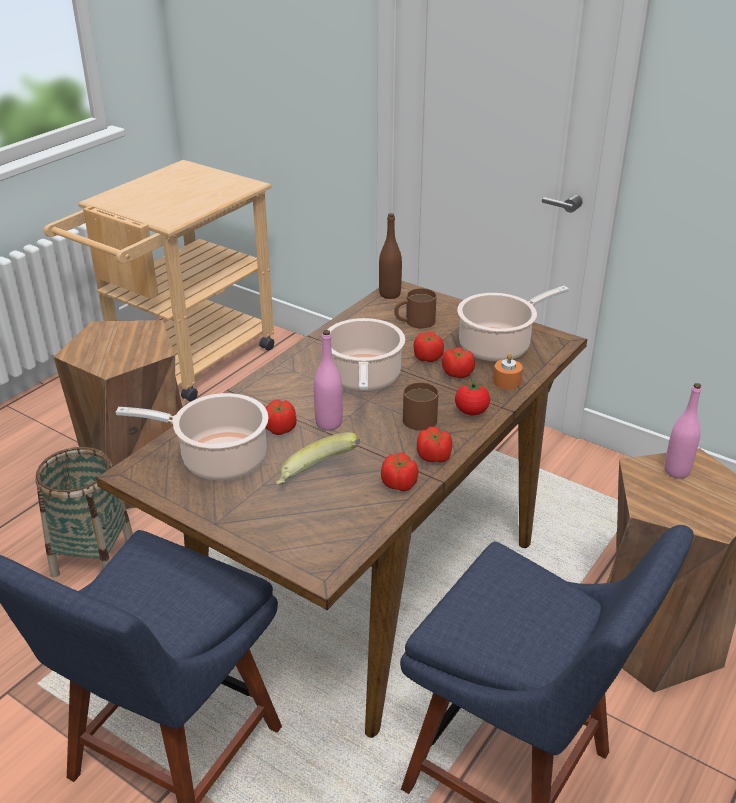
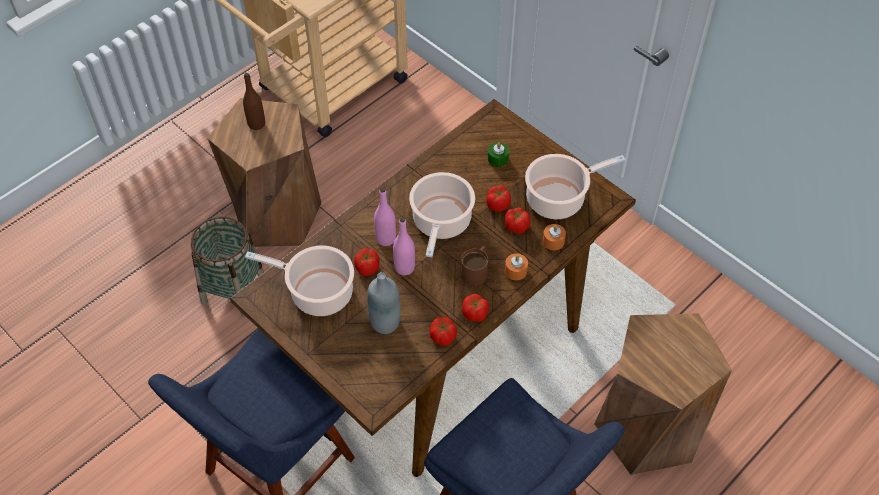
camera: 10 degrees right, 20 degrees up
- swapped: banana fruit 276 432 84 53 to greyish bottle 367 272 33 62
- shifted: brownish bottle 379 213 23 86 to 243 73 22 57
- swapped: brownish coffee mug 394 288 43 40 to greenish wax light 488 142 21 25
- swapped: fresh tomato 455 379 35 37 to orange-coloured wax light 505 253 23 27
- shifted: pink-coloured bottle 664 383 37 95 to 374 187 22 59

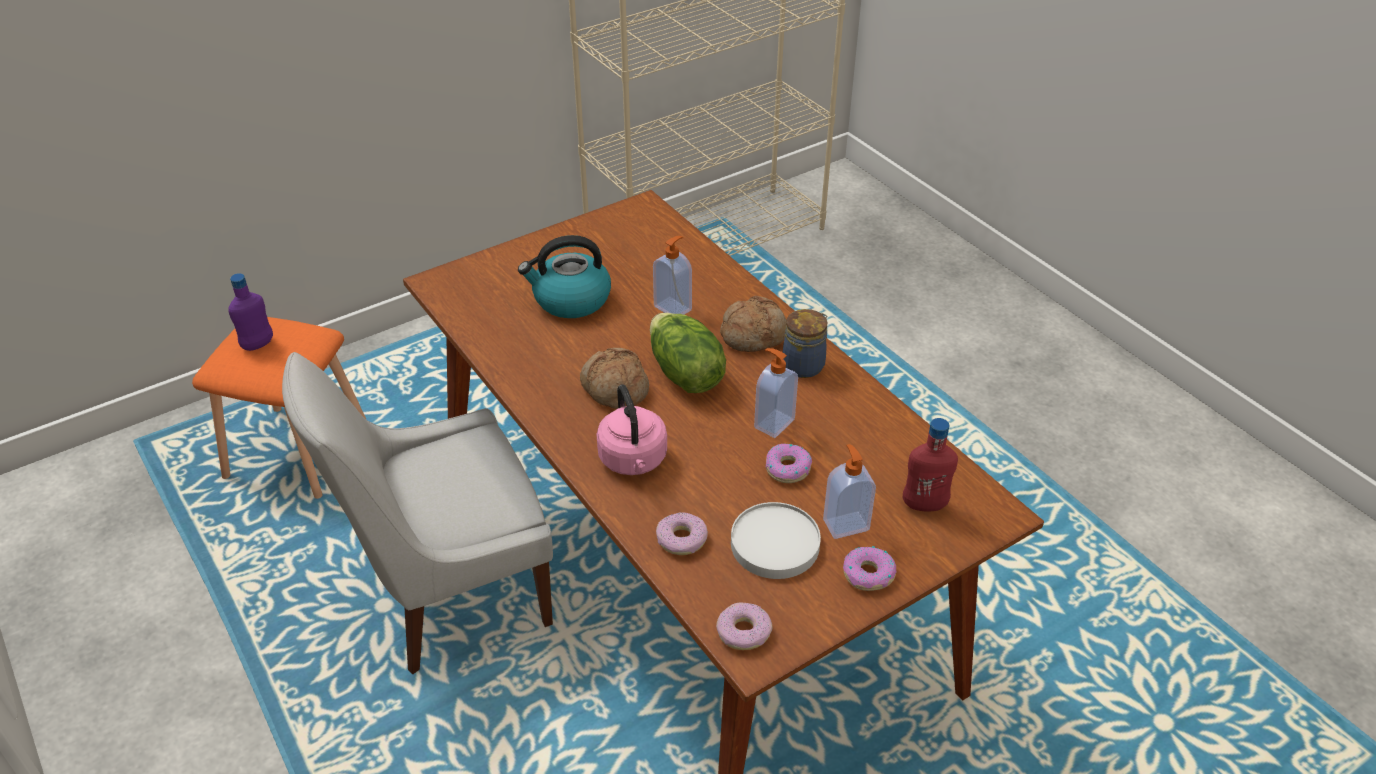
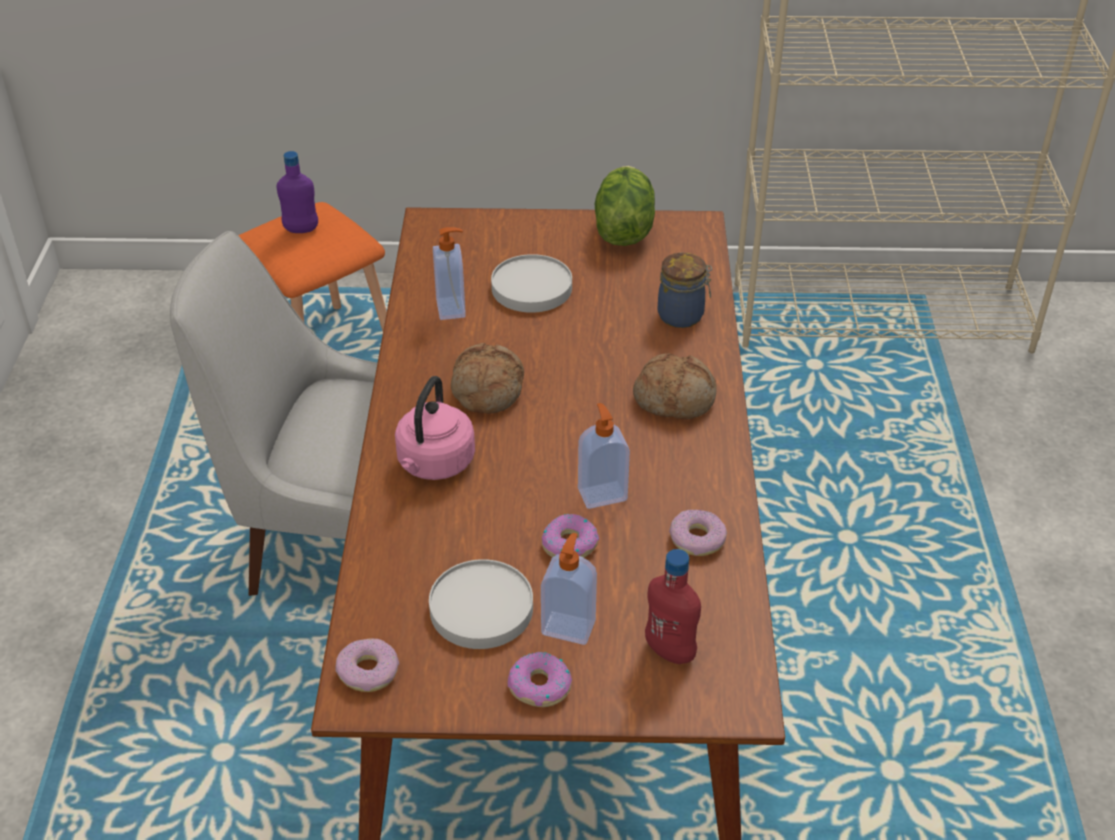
camera: 35 degrees right, 0 degrees up
- swapped: kettle 518 235 93 83 to whitish plate 491 254 81 59
- shifted: lettuce head 650 313 76 80 to 595 166 60 80
- shifted: soap dispenser 653 236 39 79 to 433 227 33 93
- shifted: donut 656 512 52 43 to 669 510 58 46
- shifted: preserve jar 783 309 44 69 to 658 253 54 75

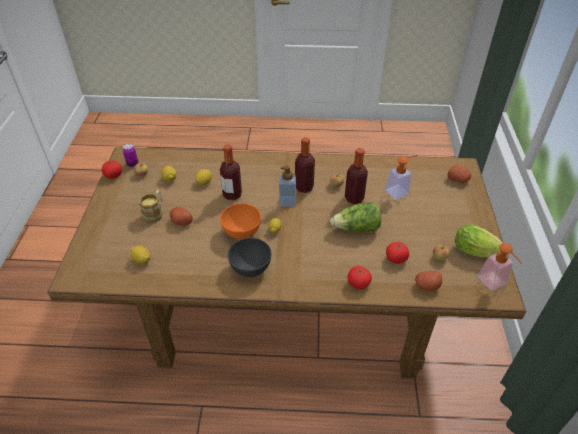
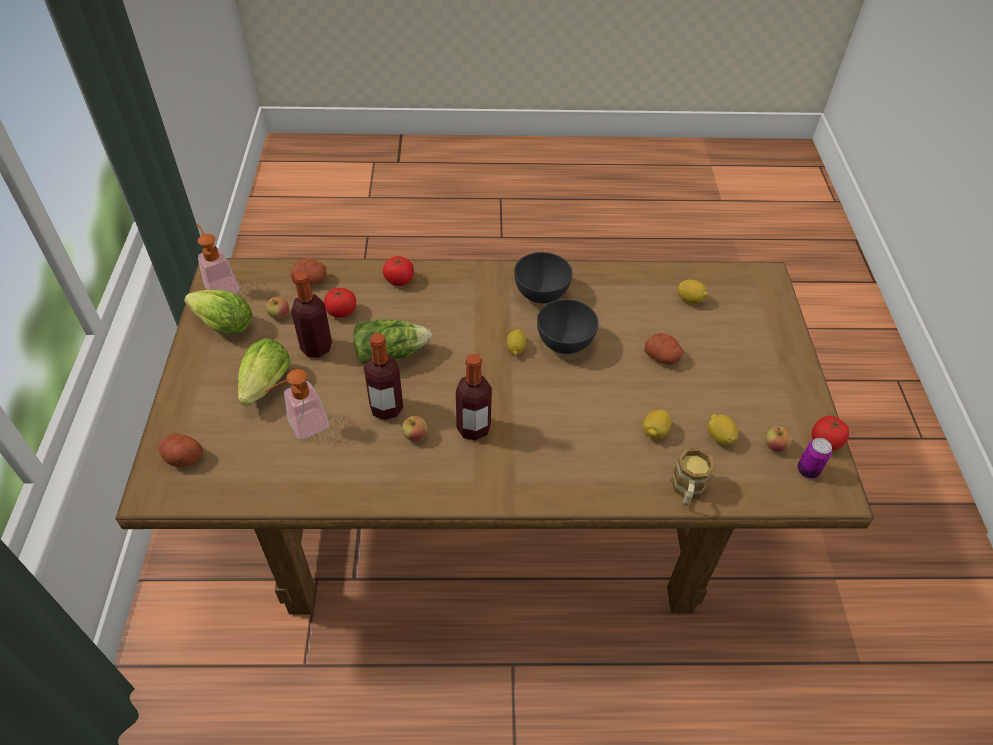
camera: 175 degrees right, 5 degrees up
- shifted: coffee mug 139 190 24 33 to 671 448 44 58
- shifted: bottle 220 144 22 56 to 291 271 41 87
- repainted: orange-coloured deep dish 220 203 41 36 to greyish deep dish 537 299 62 55
- gone: soap dispenser 279 166 17 41
- new: lettuce head 238 338 53 68

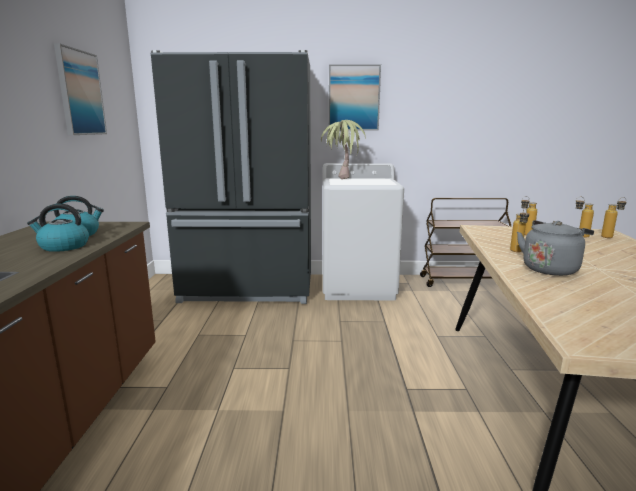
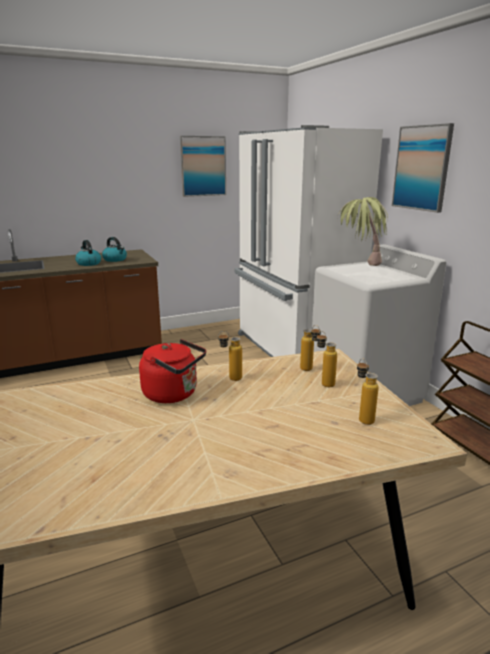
camera: 65 degrees right, 5 degrees up
- repainted: black-coloured refrigerator 150 50 161 254 to whitish refrigerator 235 125 148 232
- repainted: greyish kettle 517 220 77 56 to red kettle 139 339 67 64
- shifted: bottle 601 197 25 41 to 300 325 21 46

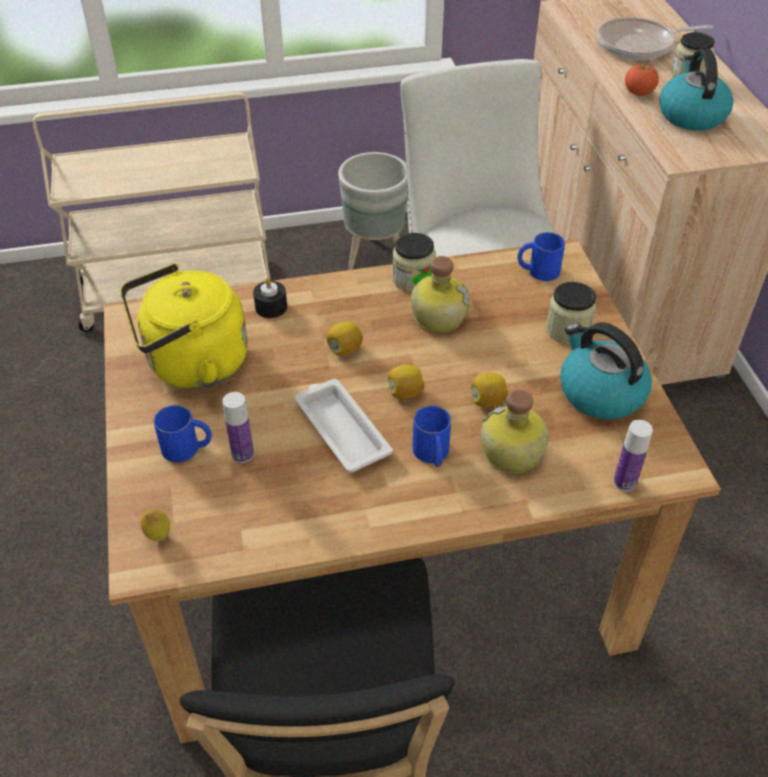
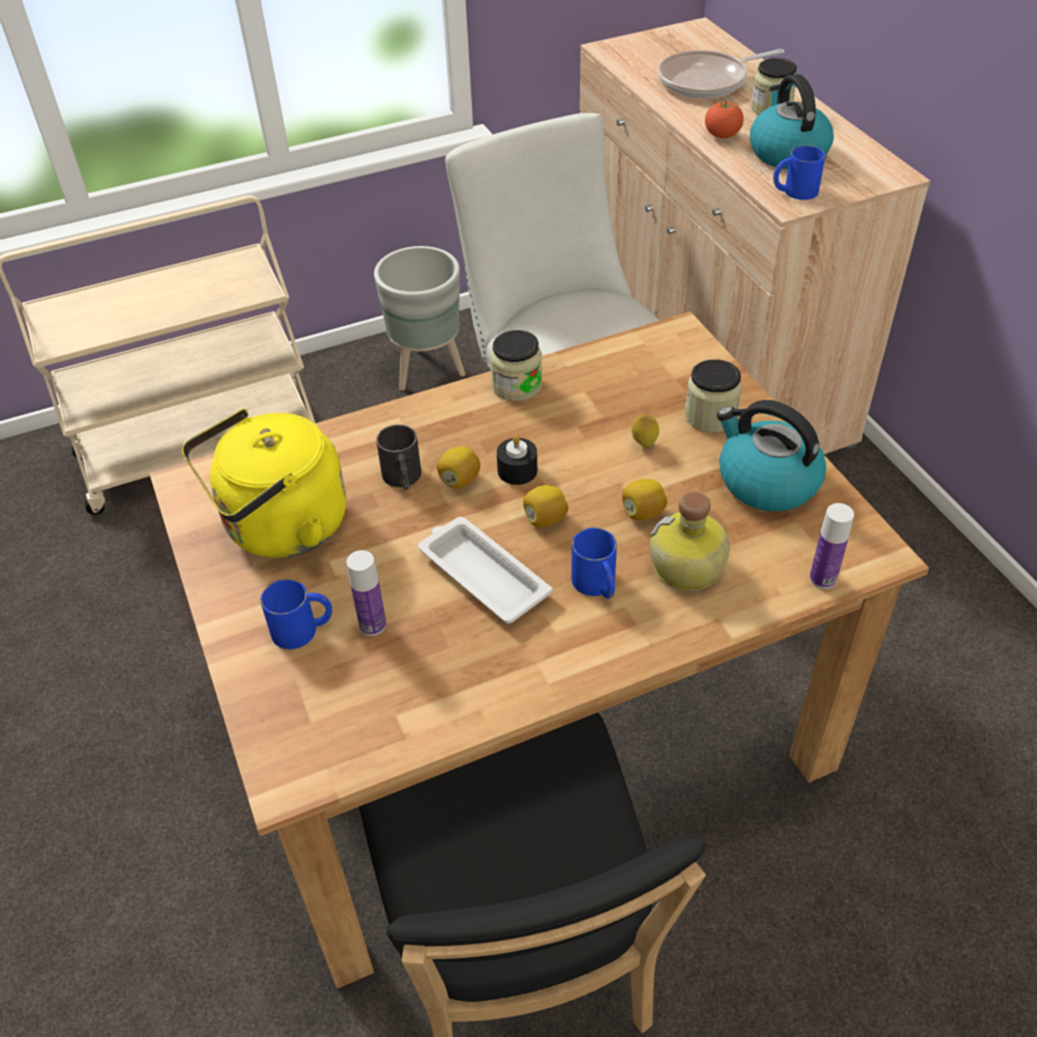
camera: 10 degrees left, 0 degrees up
- shifted: citrus fruit 140 509 30 33 to 631 414 28 33
- shifted: black-coloured wax light 253 277 34 41 to 497 435 40 50
- gone: bottle 411 256 58 77
- shifted: blue-coloured coffee mug 518 232 47 49 to 773 145 53 55
- new: black-coloured coffee mug 376 424 45 66

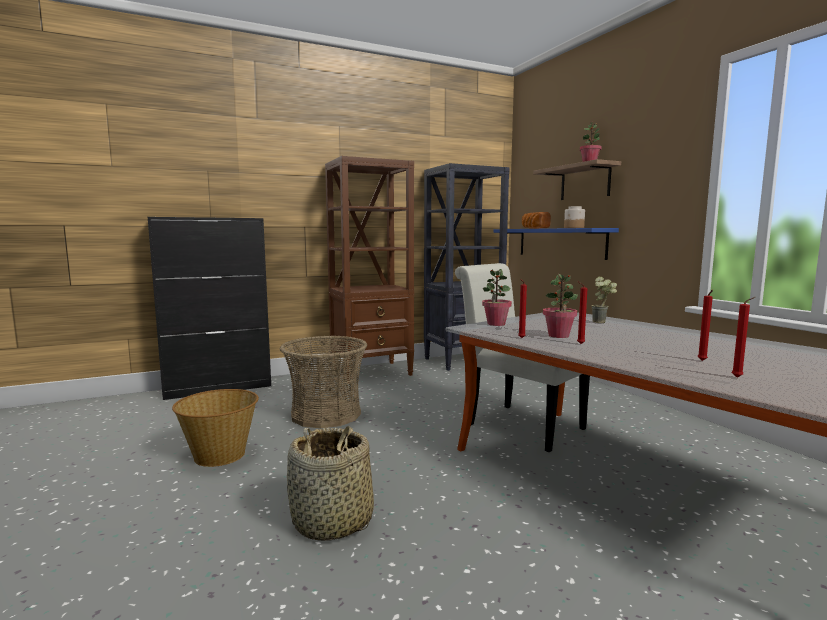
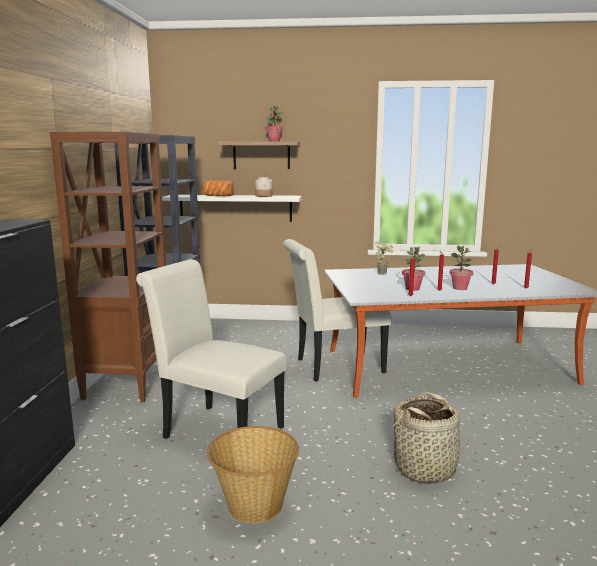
camera: 60 degrees left, 5 degrees up
- swapped: storage basket 280 335 87 93 to whitish upright chair 136 259 151 180
- shifted: houseplant 482 269 30 57 to 450 245 23 45
- repainted: blue-coloured bracket shelf 493 228 126 32 to whitish bracket shelf 162 195 140 27

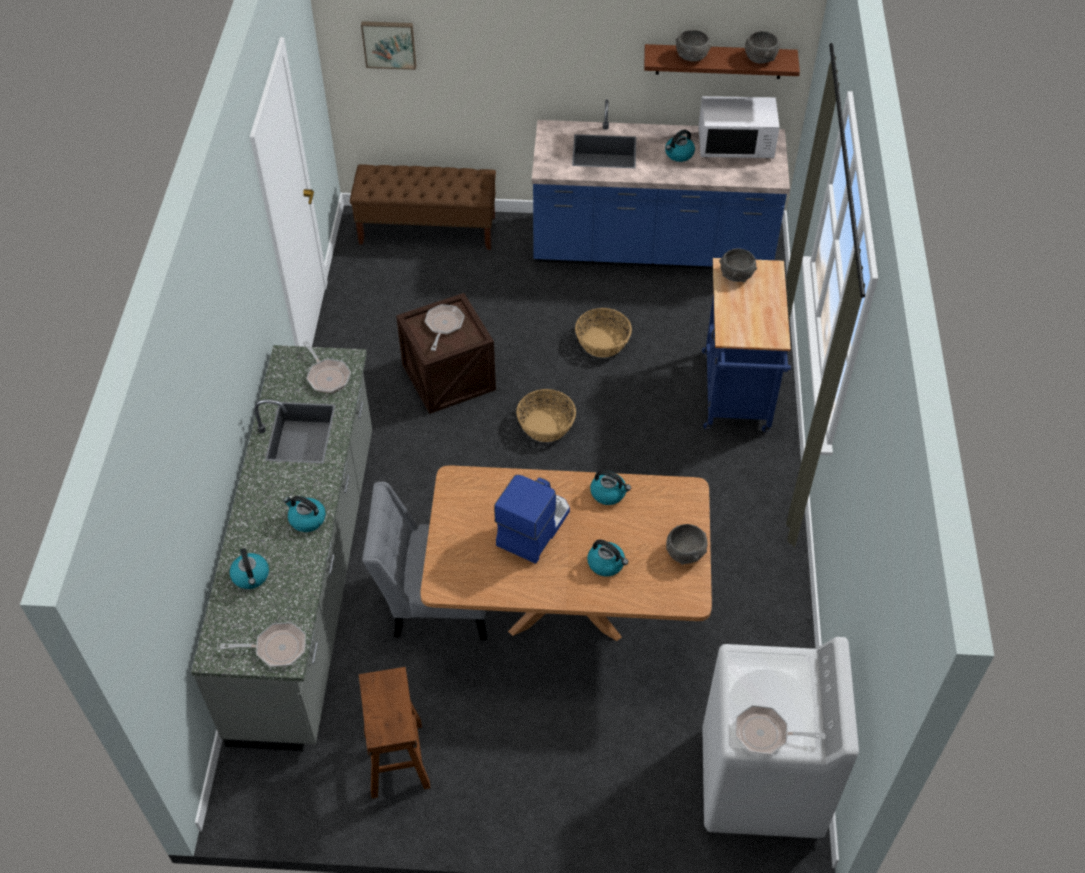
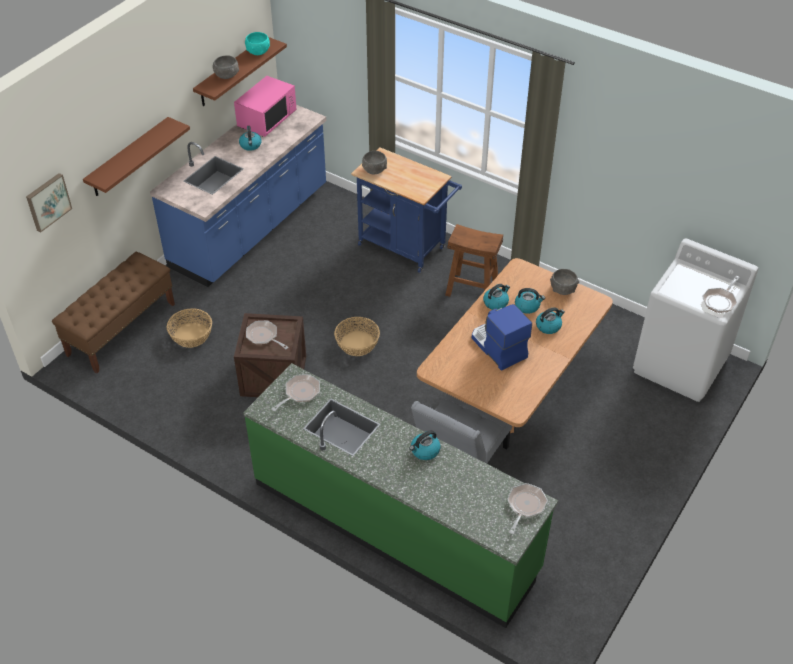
camera: 60 degrees left, 5 degrees down
- repainted: greyish kitchen counter 191 345 181 406 to greenish kitchen counter 243 363 315 265
- shifted: kettle 230 548 39 41 to 515 288 30 26
- rotated: pan 303 341 48 52 = 271 374 49 37 45 degrees counterclockwise
- shifted: brownish stool seat 359 667 72 132 to 445 224 58 73
- shifted: storage basket 575 308 57 50 to 166 308 46 40
- repainted: whitish kitchen microwave 698 96 82 63 to pink-coloured kitchen microwave 234 76 63 61
- repainted: greyish deep dish 744 31 37 33 to blue-green deep dish 245 32 25 23
- new: brownish bracket shelf 83 117 107 79

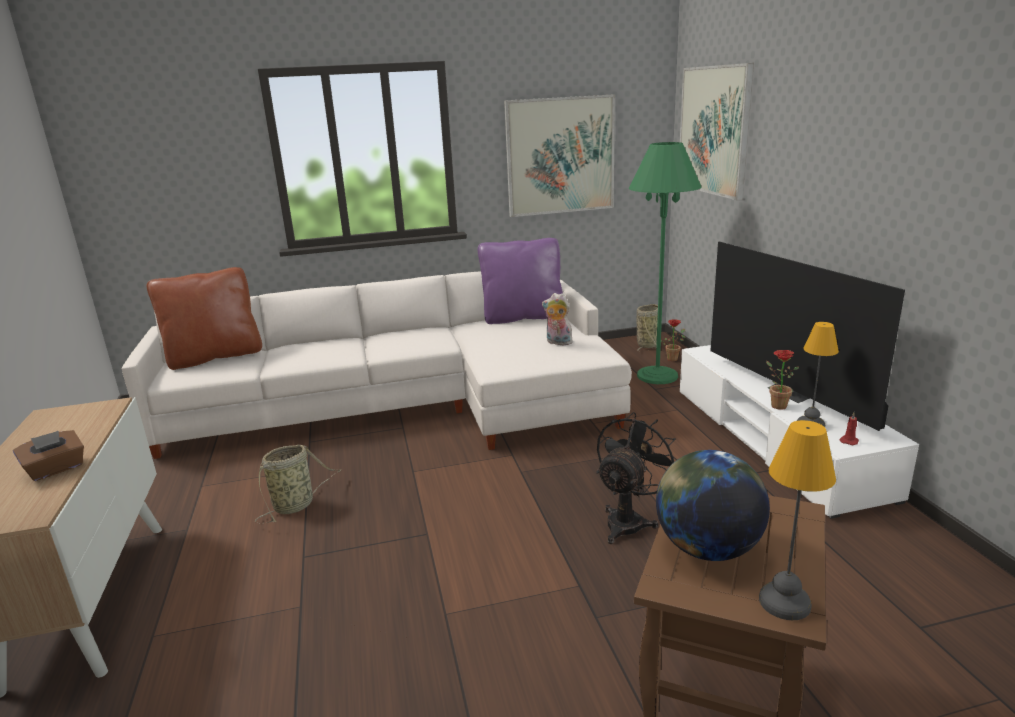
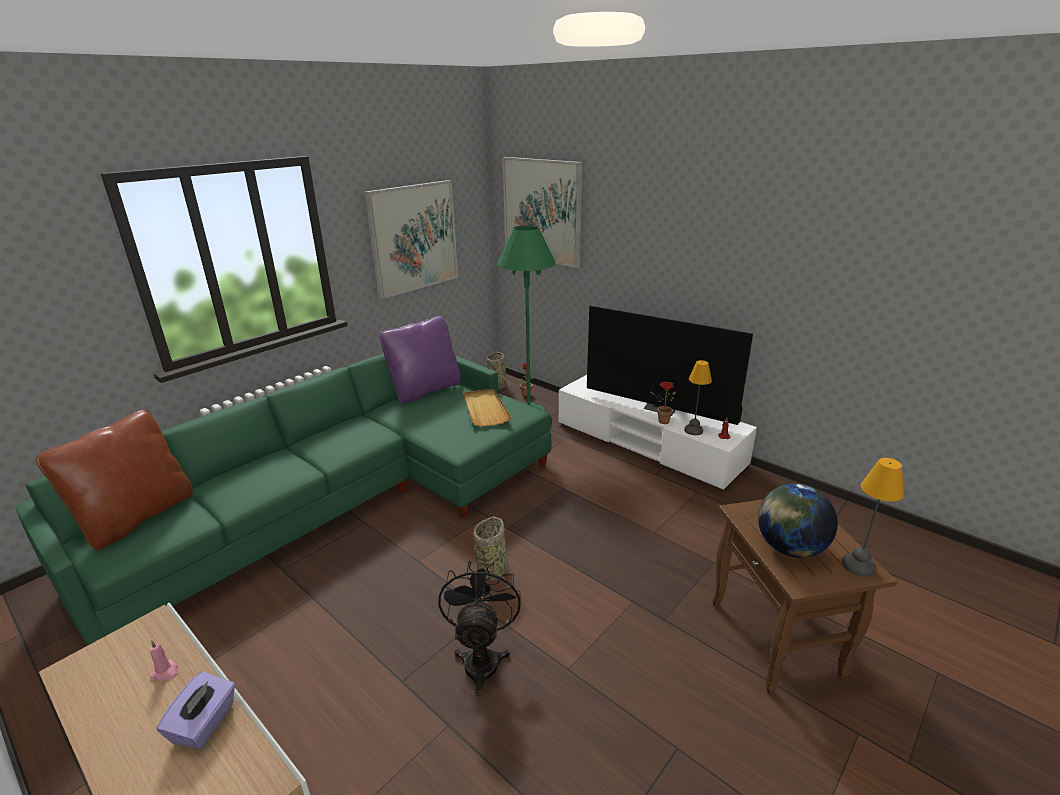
camera: 35 degrees left, 5 degrees up
- repainted: brownish tissue holder 13 430 71 51 to purple tissue holder 157 671 78 78
- repainted: whitish sofa 121 271 511 188 to greenish sofa 15 354 537 292
- shifted: storage basket 255 445 86 78 to 473 516 37 79
- swapped: cuddly toy 542 293 31 52 to beige carrying tray 463 389 48 38
- shifted: black-coloured fan 596 412 81 132 to 438 561 83 135
- new: pink-coloured wax light 149 640 29 41

